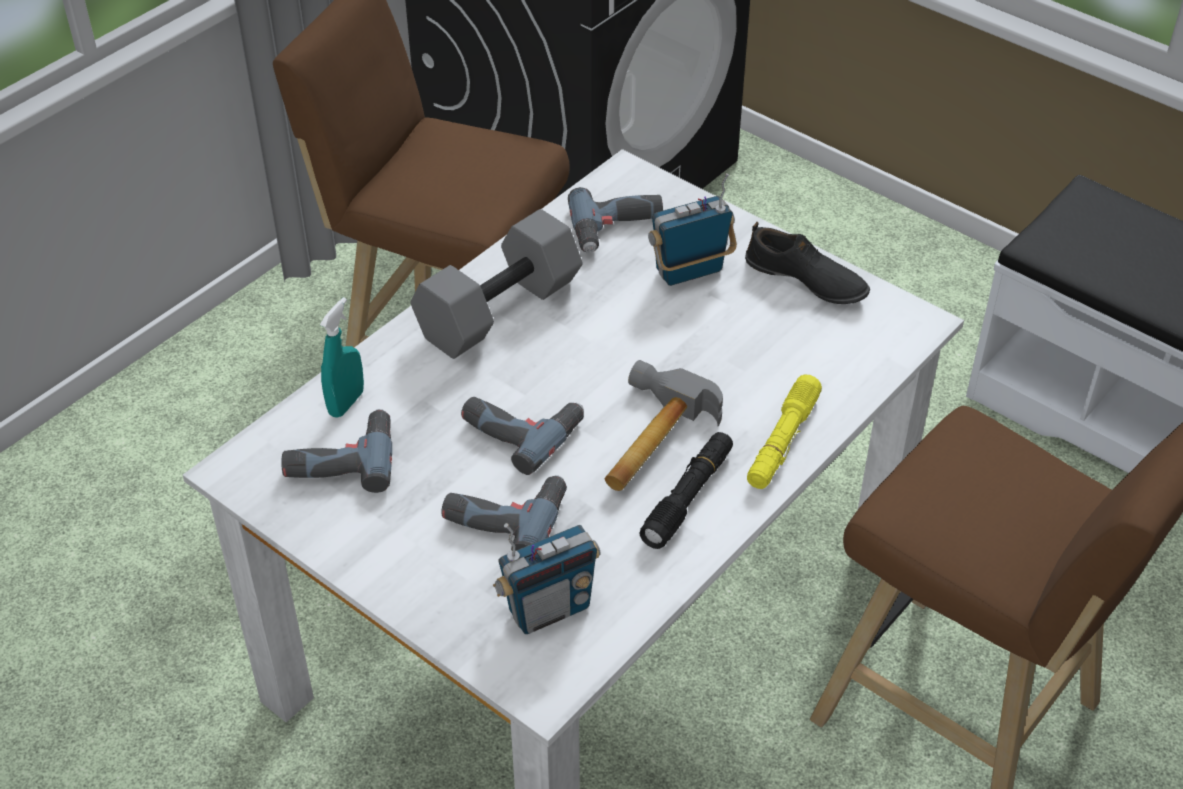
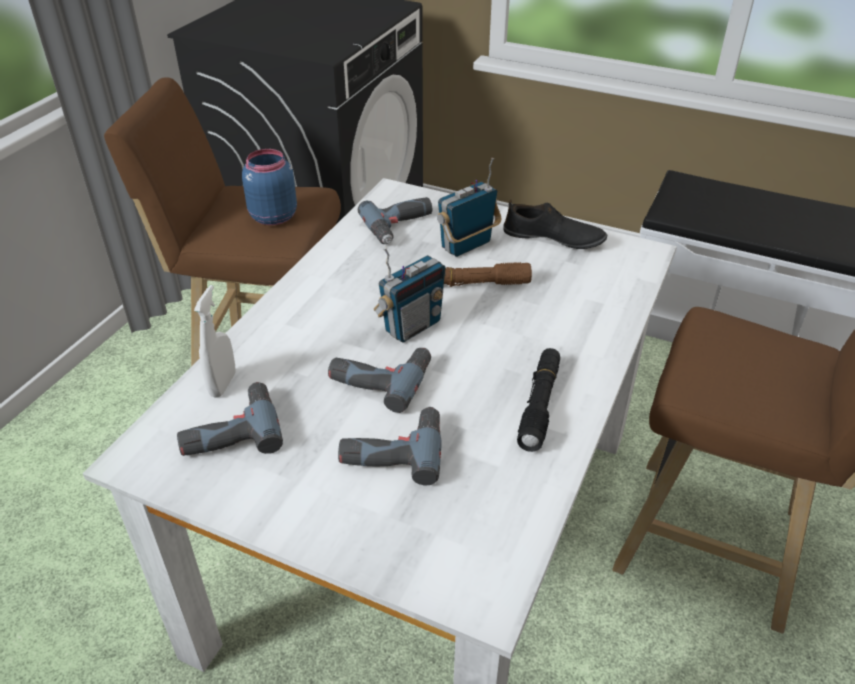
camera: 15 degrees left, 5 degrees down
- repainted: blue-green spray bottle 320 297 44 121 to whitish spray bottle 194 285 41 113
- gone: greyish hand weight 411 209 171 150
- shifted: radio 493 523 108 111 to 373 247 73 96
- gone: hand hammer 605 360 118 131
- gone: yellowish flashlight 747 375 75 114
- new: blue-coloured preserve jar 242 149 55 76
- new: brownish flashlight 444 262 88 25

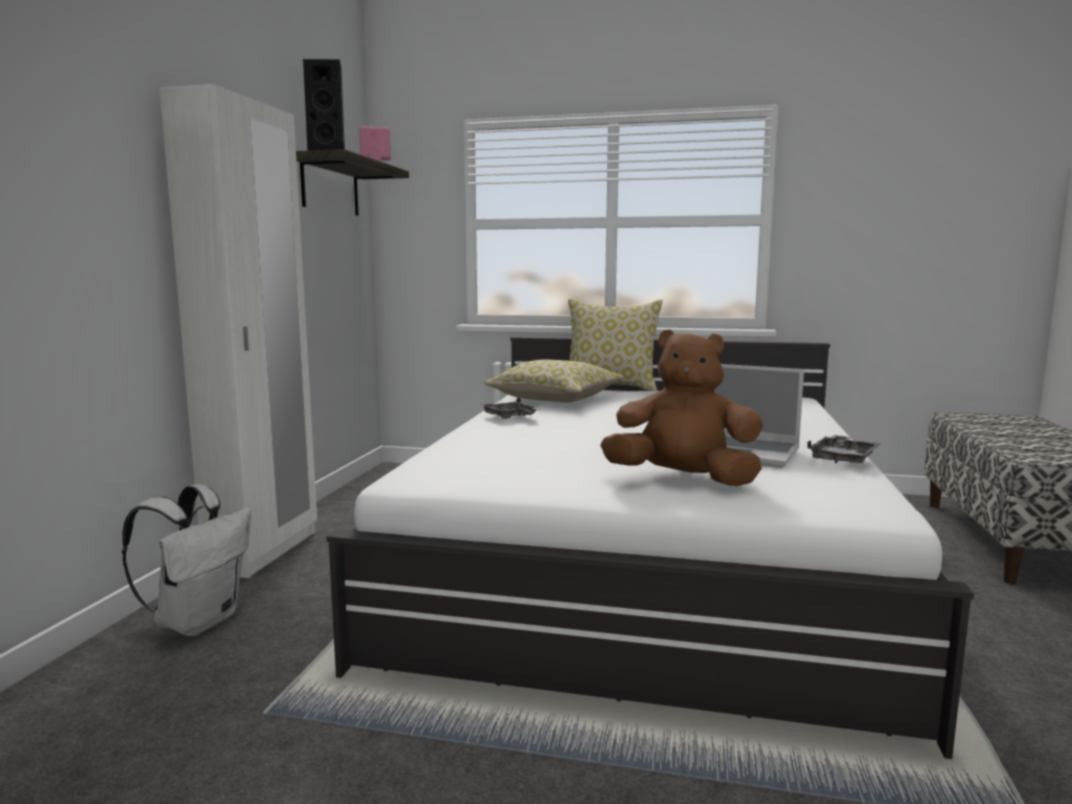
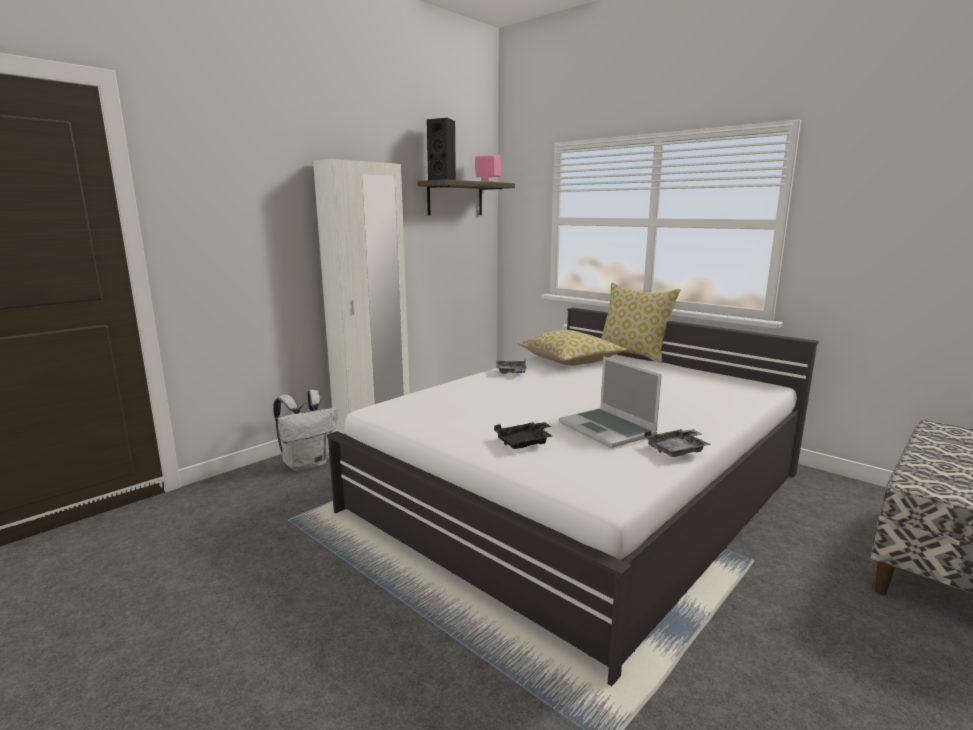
camera: 30 degrees right, 5 degrees up
- swapped: brownish cuddly toy 600 329 163 157 to black-coloured carrying tray 494 422 58 27

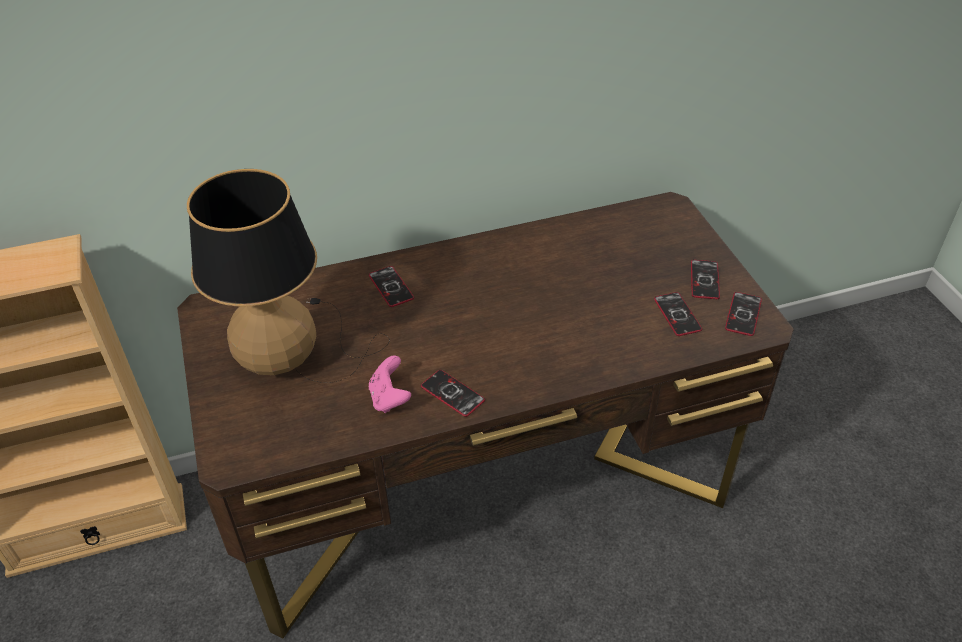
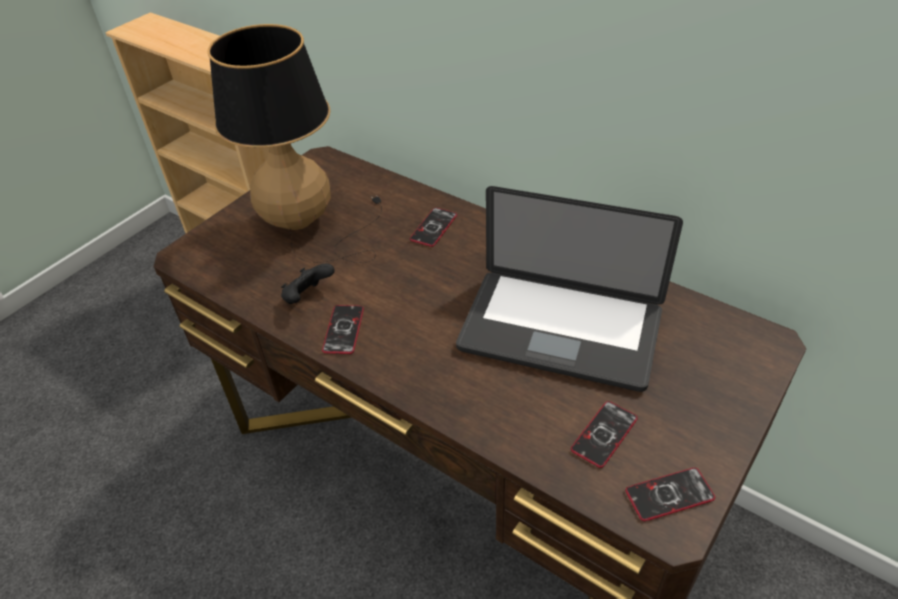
camera: 55 degrees right, 0 degrees up
- repainted: pink-coloured game controller 369 355 42 58 to black-coloured game controller 281 263 54 41
- gone: handset 691 260 29 39
- new: portable computer 456 186 227 206

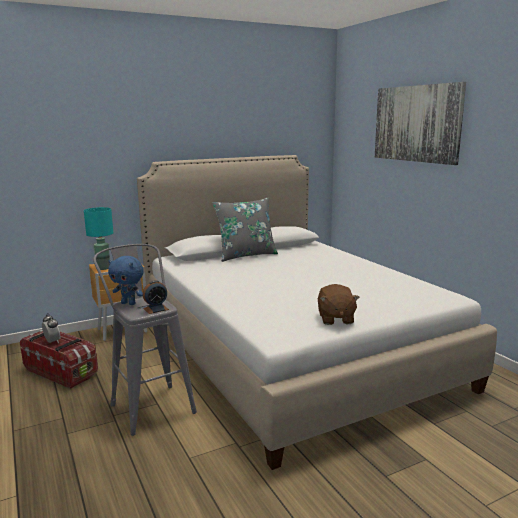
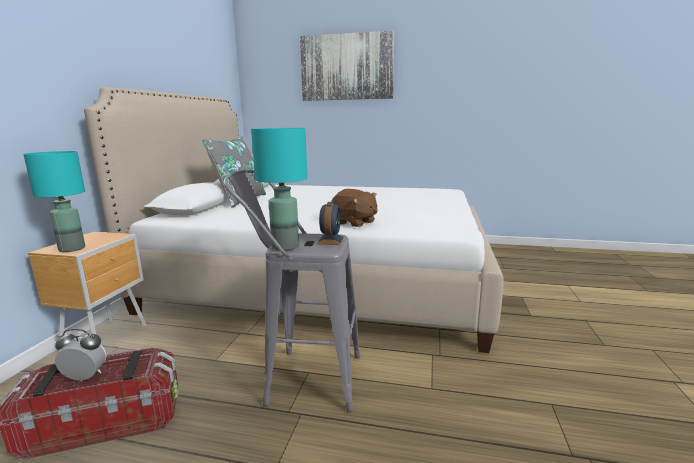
camera: 50 degrees left, 0 degrees up
- swapped: blue-coloured cuddly toy 108 256 36 49 to blue-green table lamp 251 128 56 123
- shifted: brownish cuddly toy 318 284 42 41 to 331 189 47 38

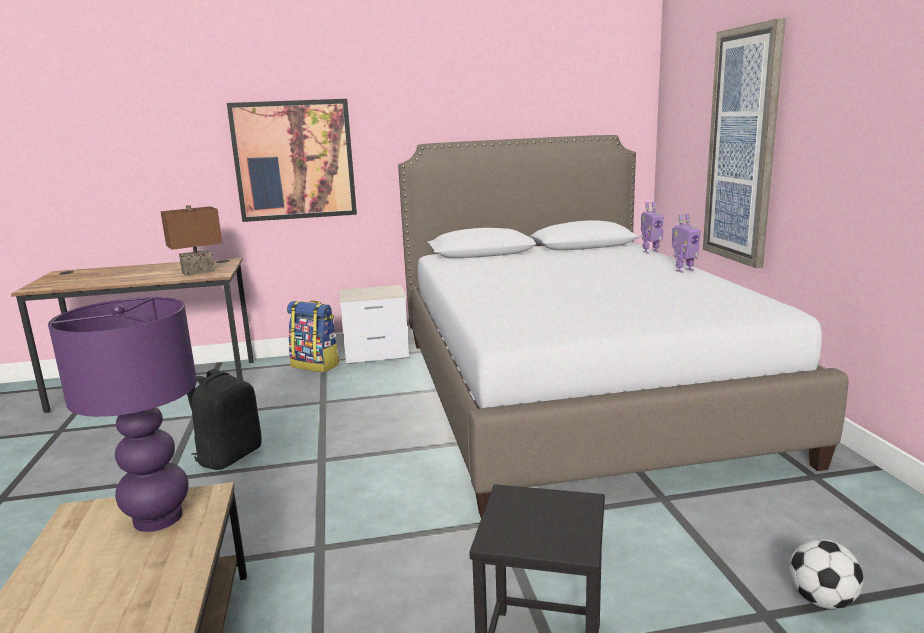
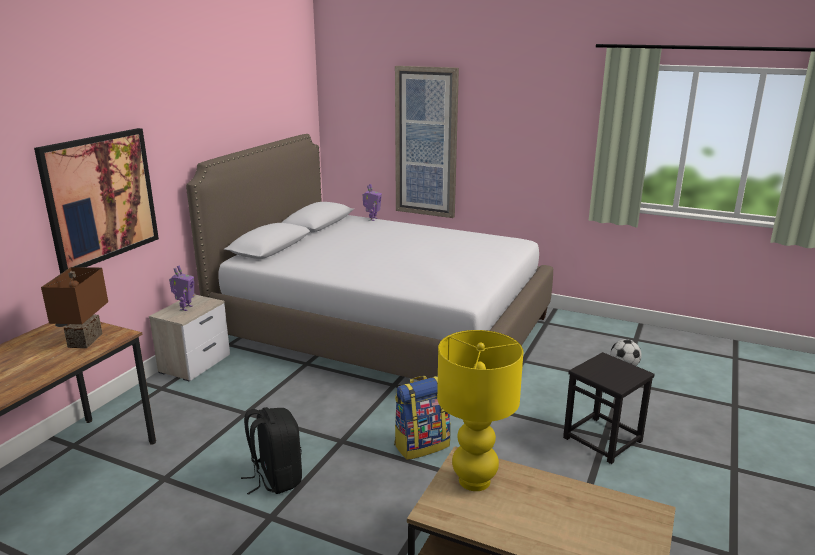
camera: 55 degrees left, 5 degrees up
- repainted: purple table lamp 48 297 149 235 to yellowish table lamp 437 330 87 161
- shifted: knapsack 287 300 52 72 to 394 376 57 84
- shifted: robot figure 672 214 29 59 to 169 265 25 46

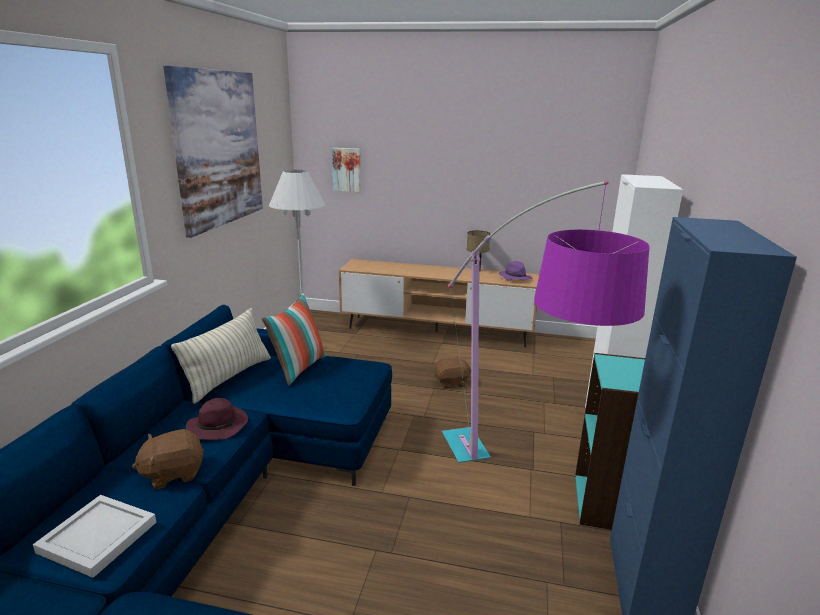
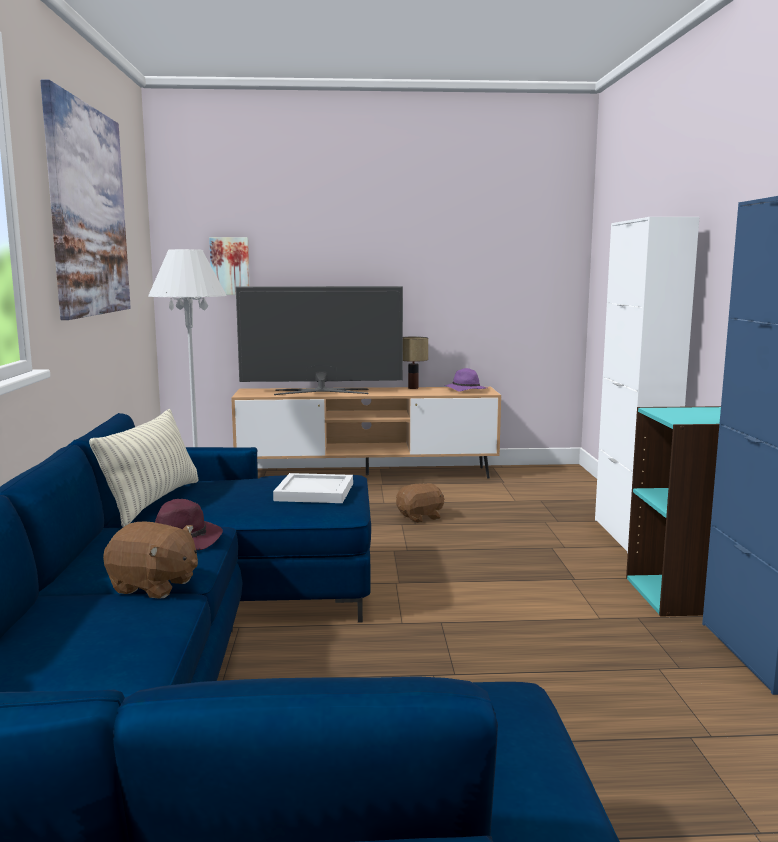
camera: 15 degrees left, 10 degrees down
- shifted: whitish carrying tray 33 495 123 83 to 273 473 80 30
- rotated: brownish cuddly toy 132 429 72 60 = 103 522 95 77 120 degrees counterclockwise
- gone: pillow 262 293 64 93
- gone: standard lamp 442 181 207 282
- new: TV set 236 286 167 109

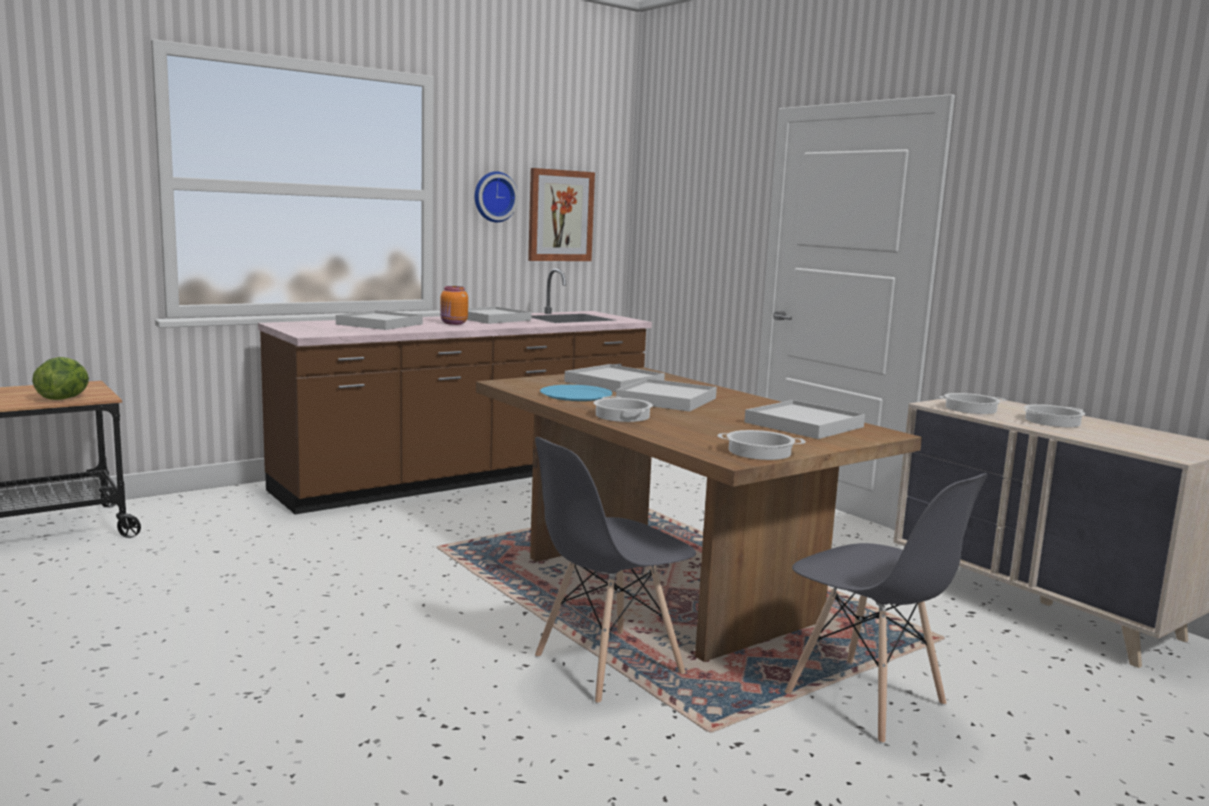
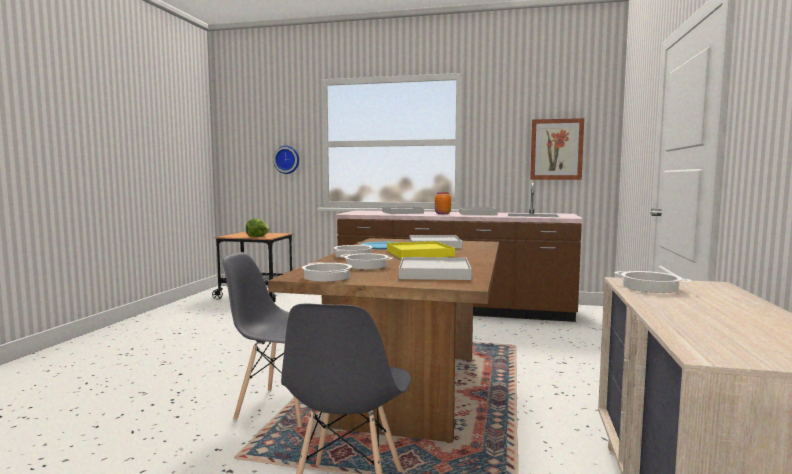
camera: 50 degrees right, 5 degrees down
- shifted: wall clock 475 172 43 50 to 273 146 26 28
- repainted: whitish carrying tray 616 378 101 34 to yellowish carrying tray 387 241 68 18
- shifted: stockpot 1023 404 62 23 to 340 253 52 16

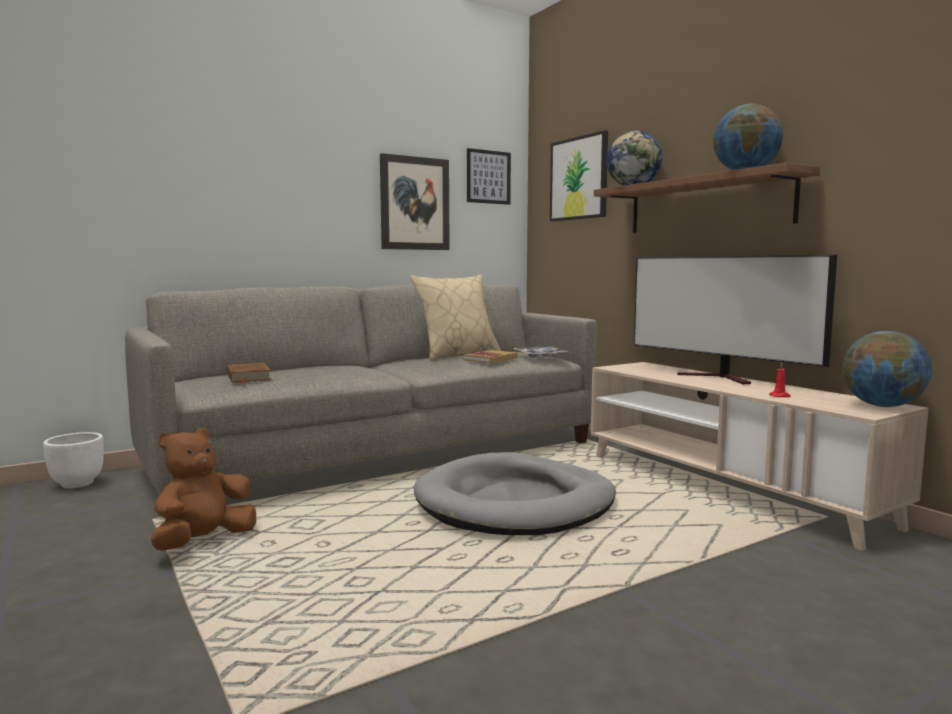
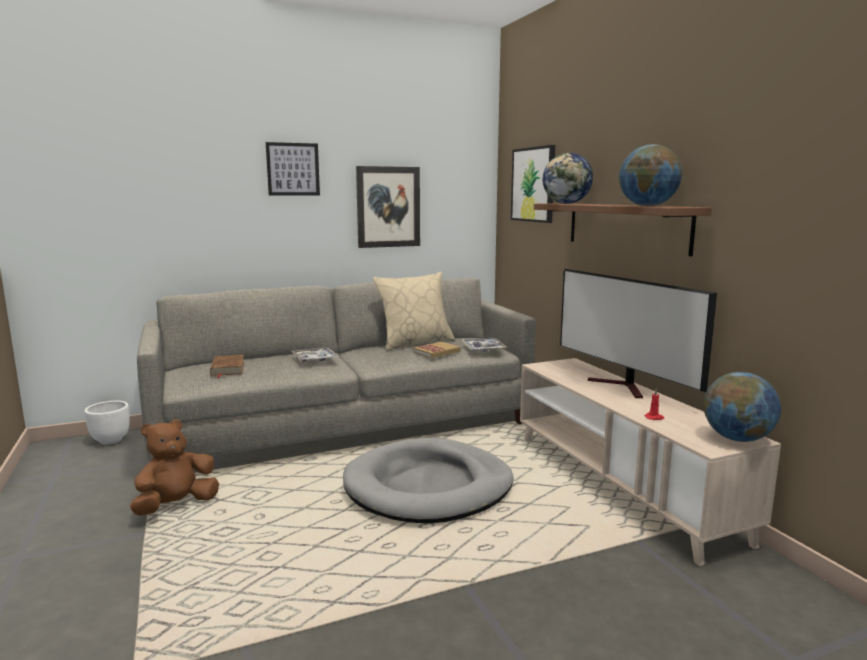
camera: 10 degrees right, 5 degrees up
- shifted: wall art 467 148 44 57 to 266 142 54 54
- new: carrying tray 291 348 49 13

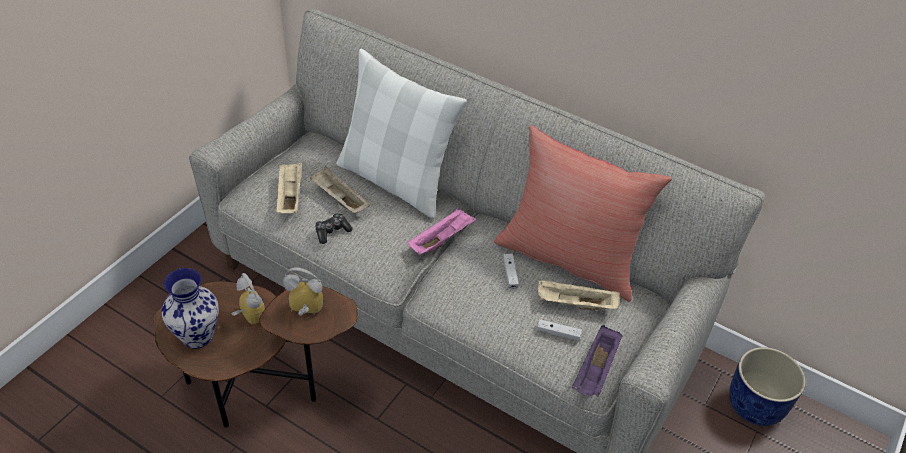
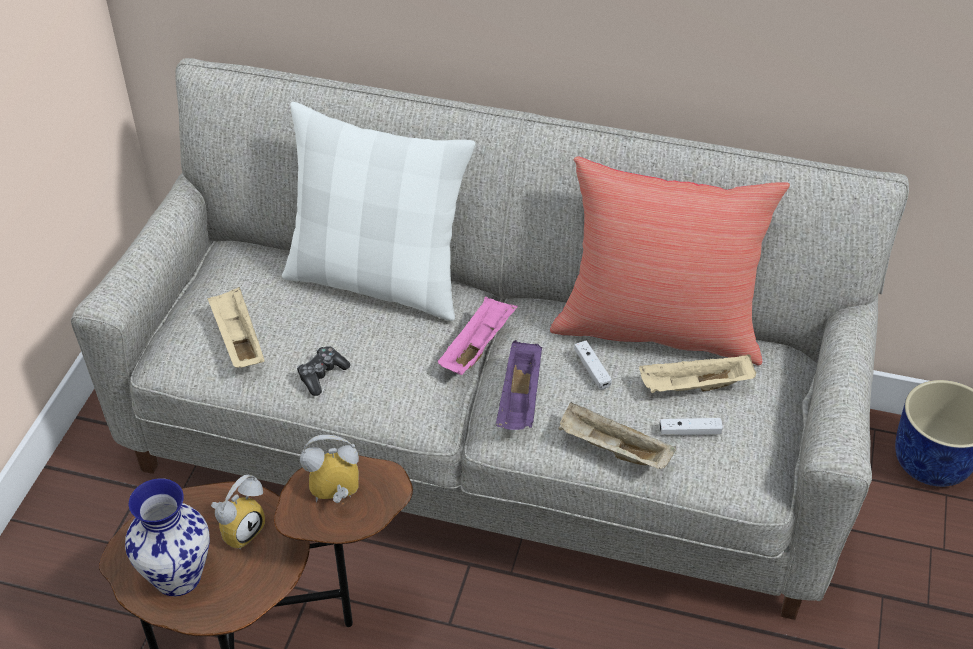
camera: 15 degrees left, 0 degrees up
- rotated: bedside clock 231 273 34 51 = 211 475 54 75 90 degrees clockwise
- shifted: beige carrying tray 310 166 60 47 to 559 402 117 67
- shifted: purple carrying tray 572 325 50 71 to 496 340 46 90

